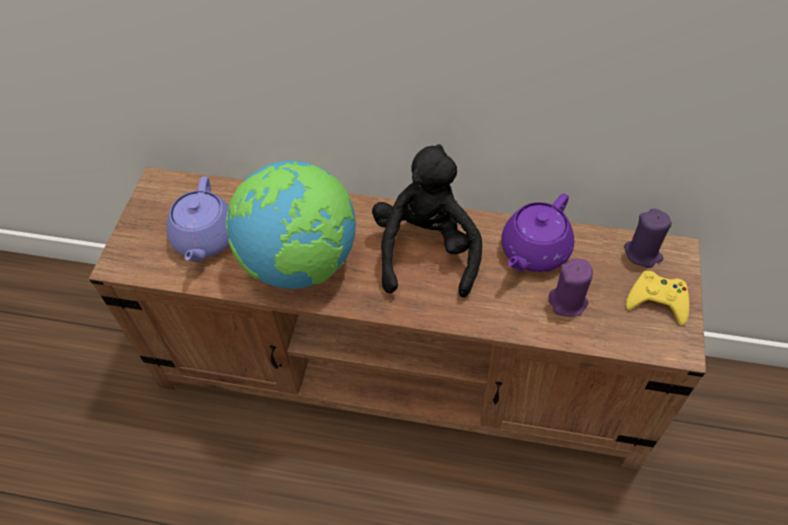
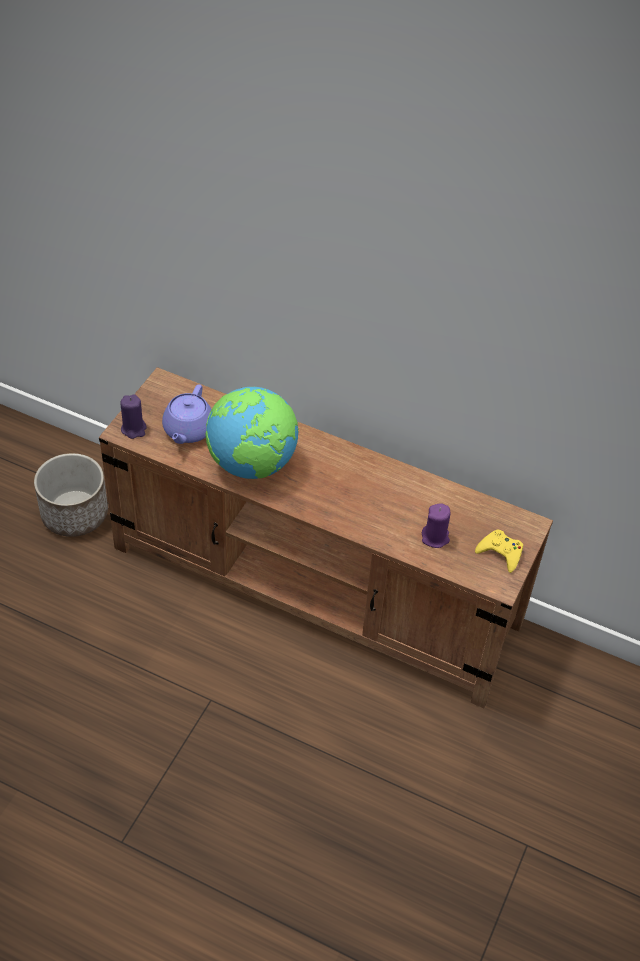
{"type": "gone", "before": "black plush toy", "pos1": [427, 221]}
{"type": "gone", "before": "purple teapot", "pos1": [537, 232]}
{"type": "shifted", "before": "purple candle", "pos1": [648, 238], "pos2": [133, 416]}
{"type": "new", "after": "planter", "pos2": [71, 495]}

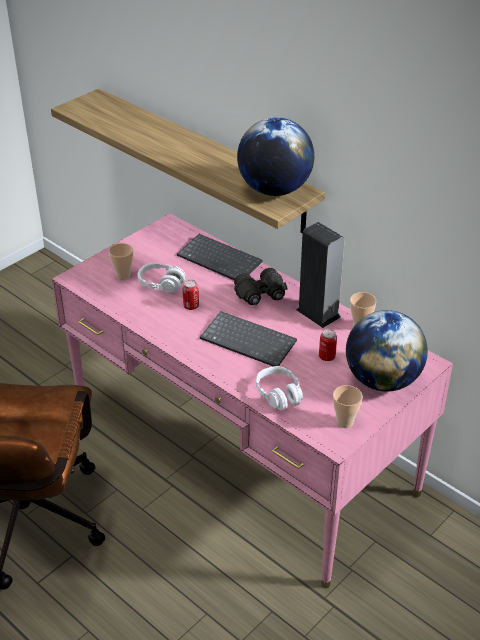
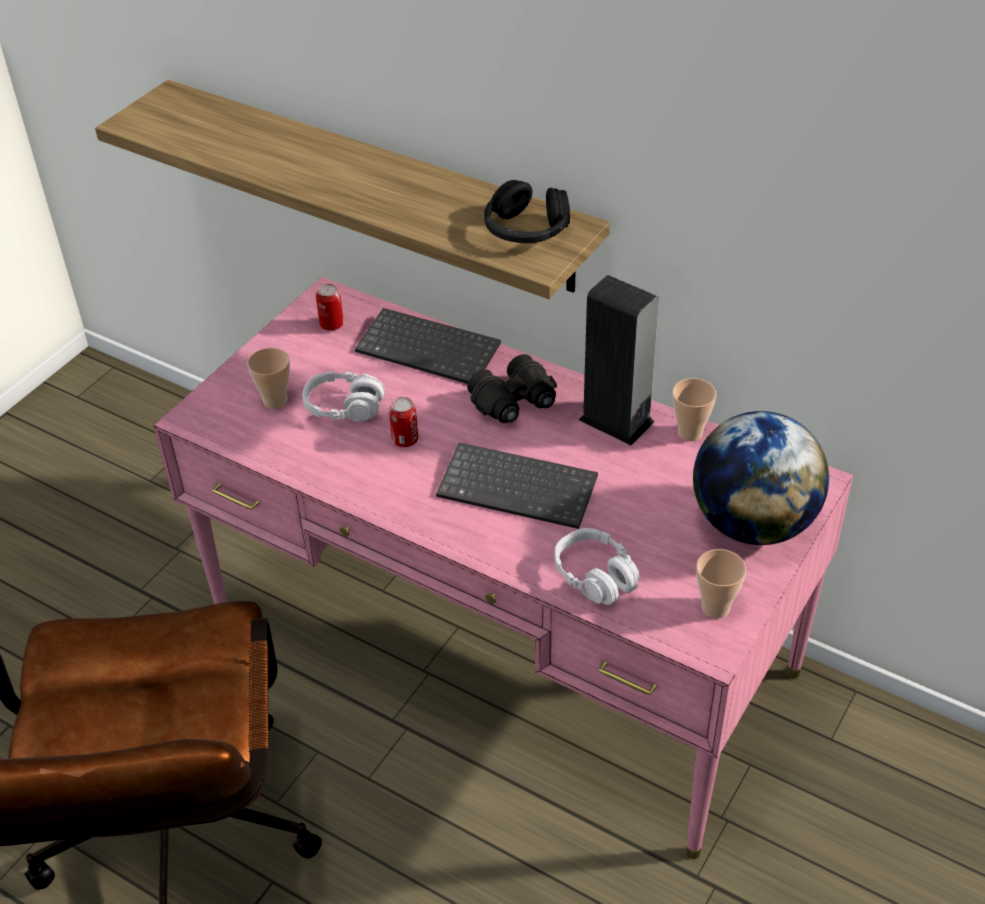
{"type": "swapped", "before": "globe", "after": "black headphones", "pos1": [275, 156], "pos2": [527, 211]}
{"type": "shifted", "before": "can", "pos1": [328, 345], "pos2": [330, 307]}

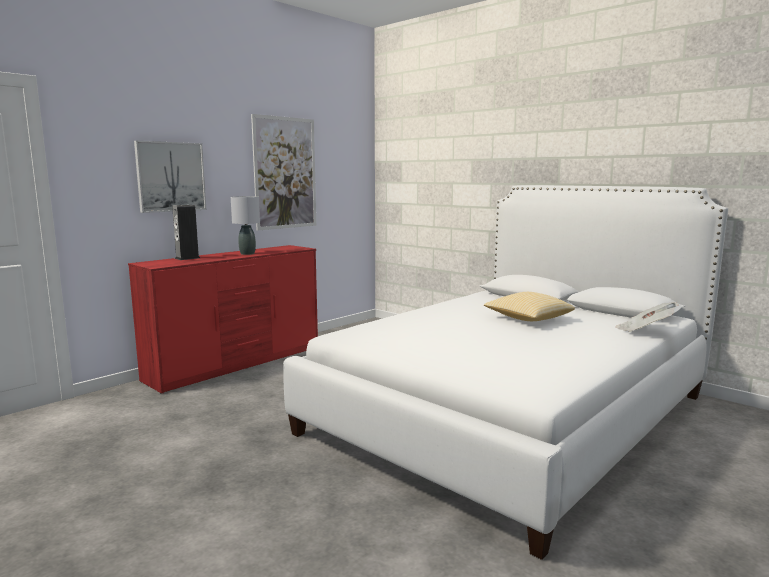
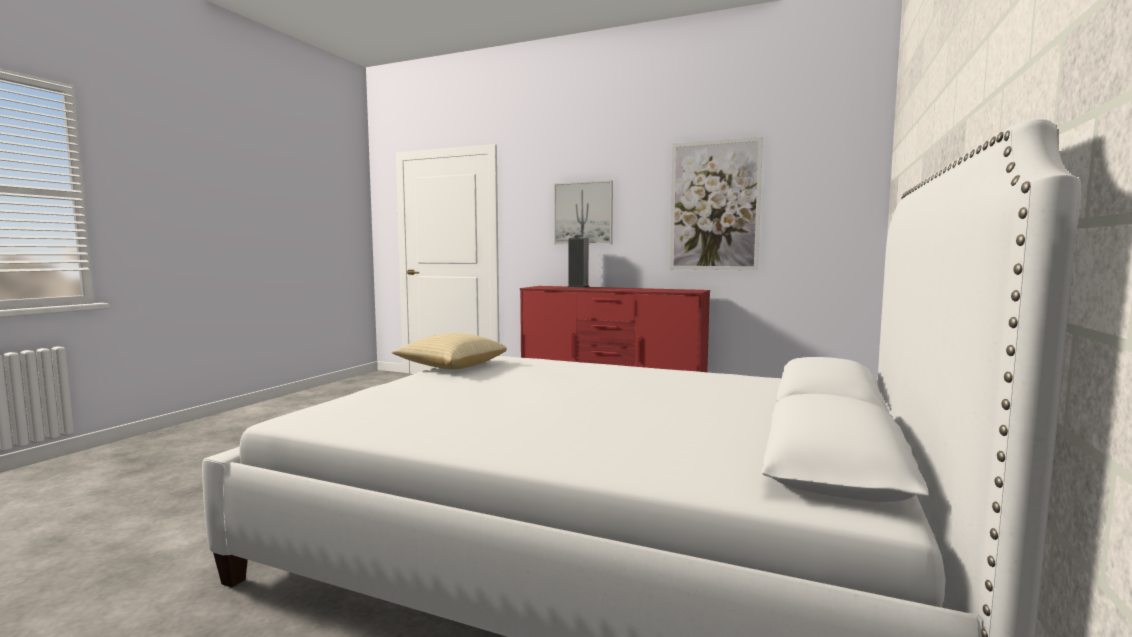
{"type": "gone", "before": "grey table lamp", "pos1": [245, 225]}
{"type": "shifted", "before": "pillow", "pos1": [529, 306], "pos2": [449, 351]}
{"type": "gone", "before": "newspaper", "pos1": [647, 317]}

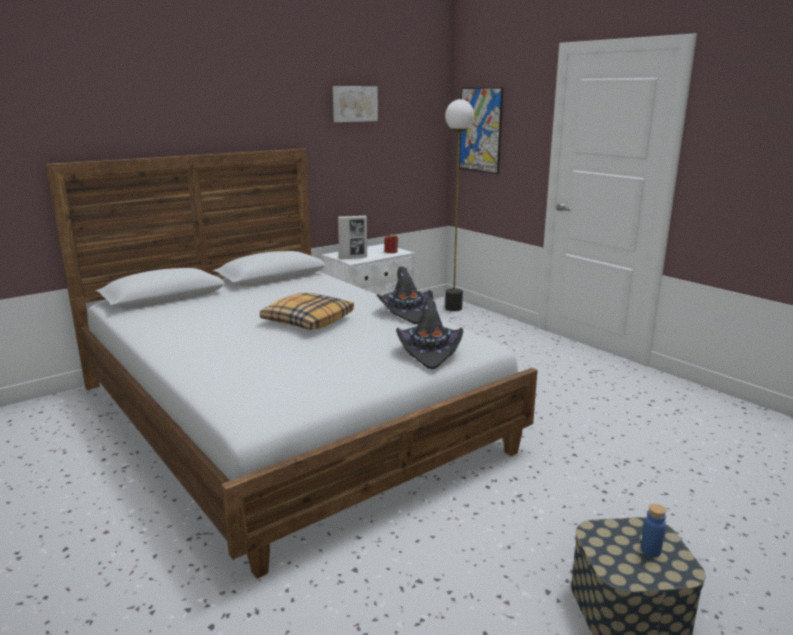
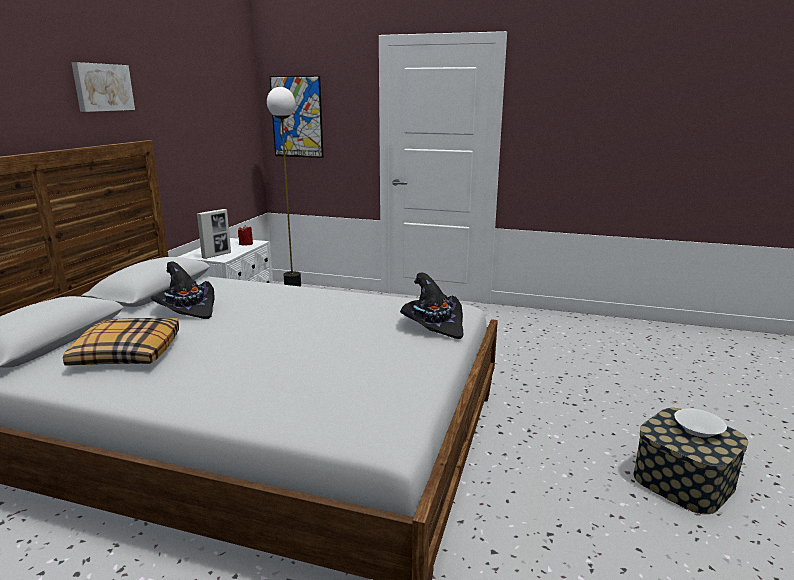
{"type": "shifted", "before": "pillow", "pos1": [307, 311], "pos2": [121, 342]}
{"type": "shifted", "before": "picture", "pos1": [355, 104], "pos2": [103, 87]}
{"type": "shifted", "before": "black hat", "pos1": [405, 295], "pos2": [183, 290]}
{"type": "swapped", "before": "blue bottle", "after": "white bowl", "pos1": [653, 530], "pos2": [700, 422]}

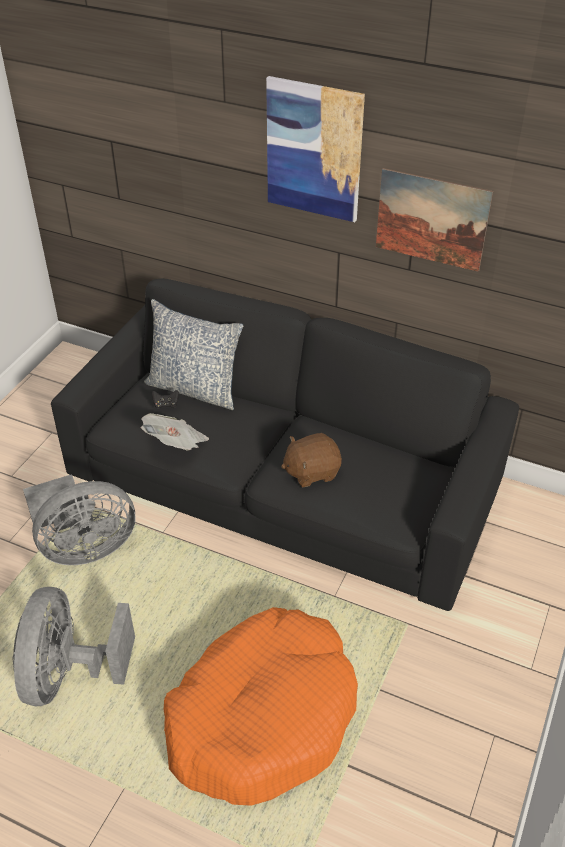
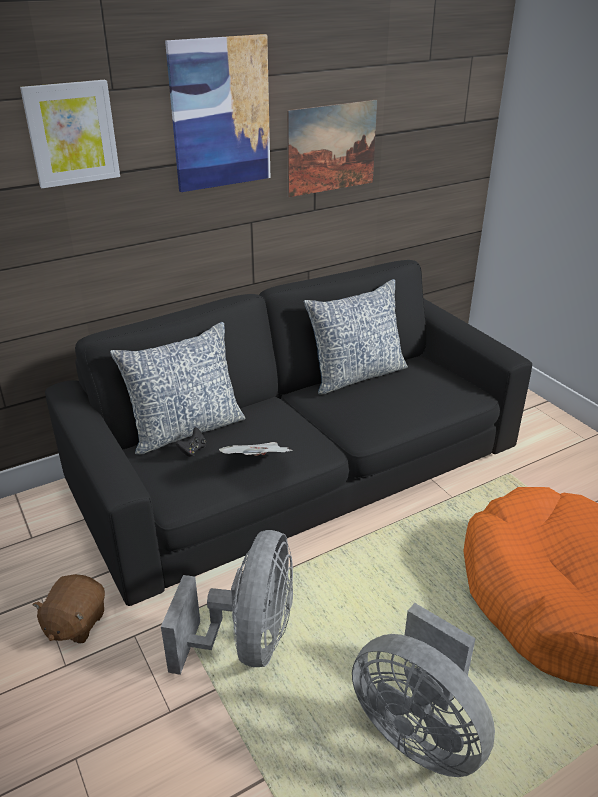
{"type": "shifted", "before": "brown plush toy", "pos1": [311, 460], "pos2": [68, 609]}
{"type": "new", "after": "picture", "pos2": [70, 134]}
{"type": "new", "after": "pillow", "pos2": [355, 336]}

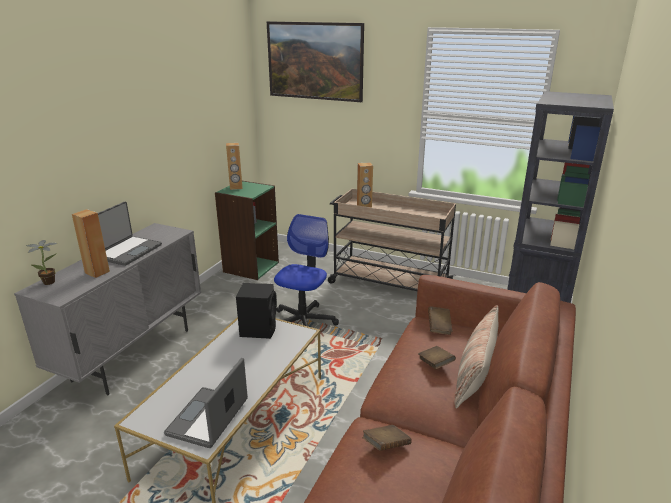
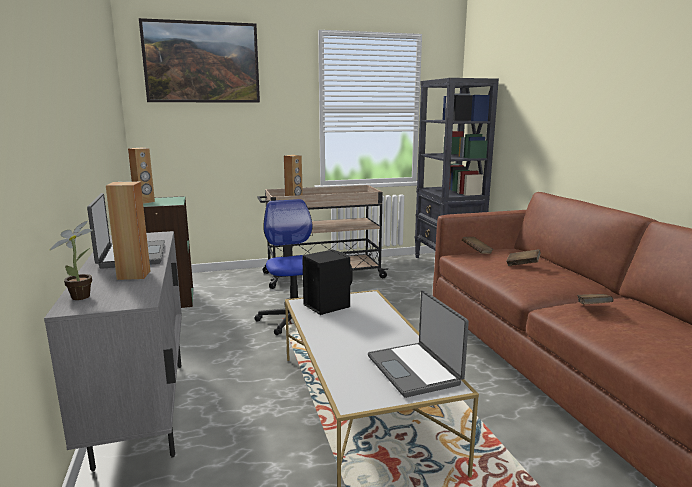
{"type": "gone", "before": "pillow", "pos1": [476, 357]}

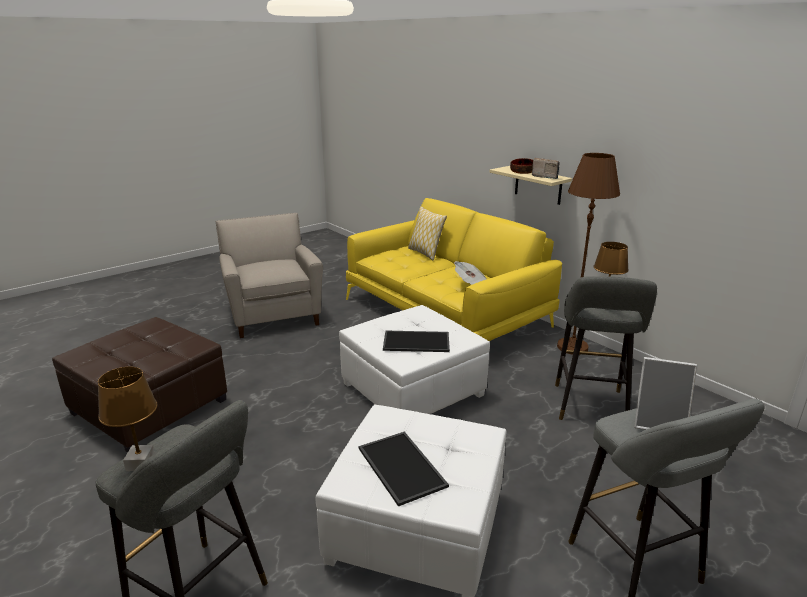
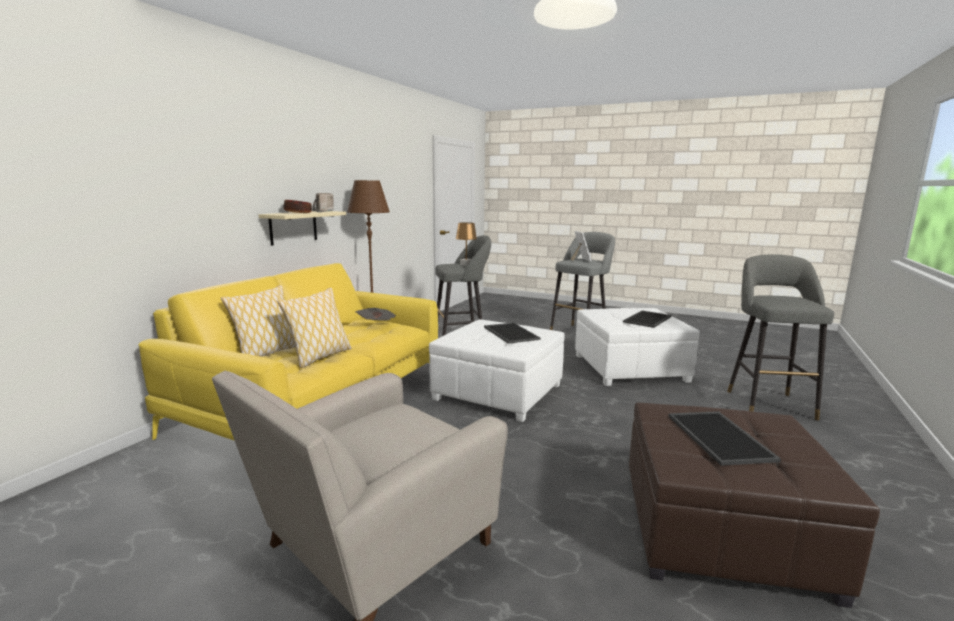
{"type": "gone", "before": "brown table lamp", "pos1": [127, 419]}
{"type": "new", "after": "pillow", "pos2": [314, 328]}
{"type": "new", "after": "tray", "pos2": [724, 438]}

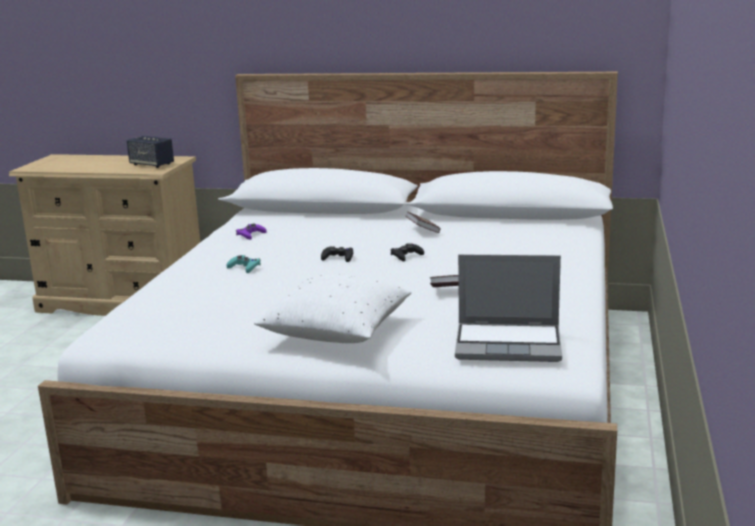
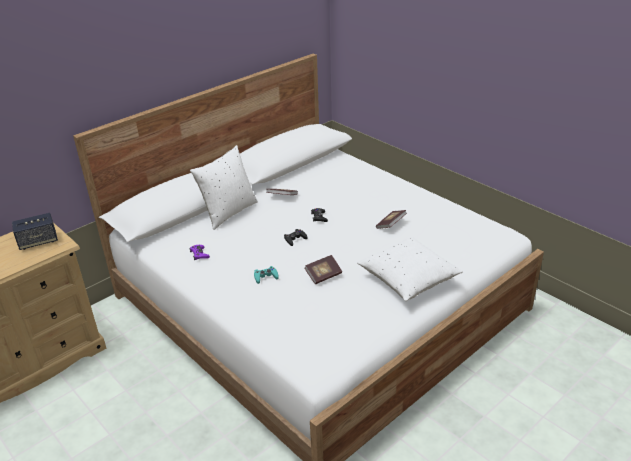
{"type": "gone", "before": "laptop", "pos1": [508, 308]}
{"type": "new", "after": "white pillow", "pos2": [224, 187]}
{"type": "new", "after": "book", "pos2": [323, 269]}

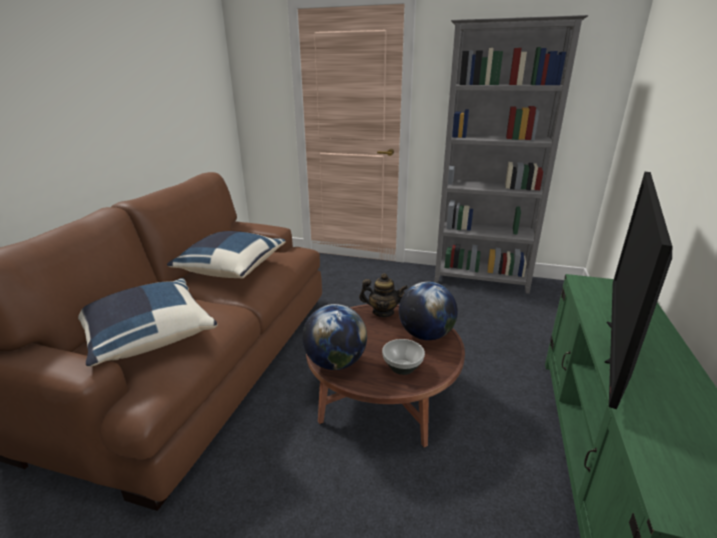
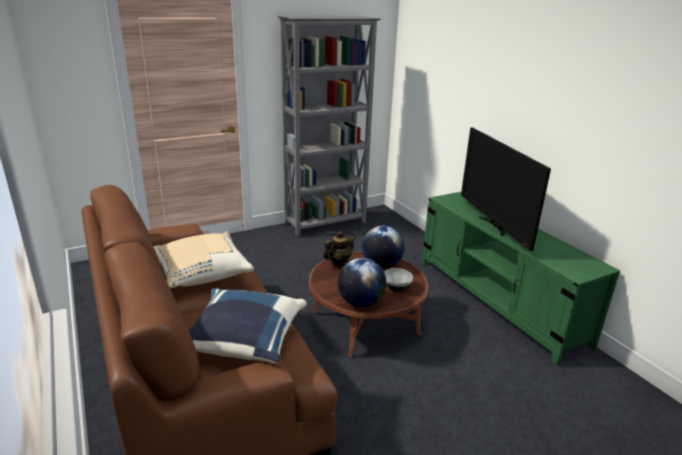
{"type": "repainted", "before": "blue pillow", "after": "beige pillow", "pos1": [226, 255], "pos2": [203, 260]}

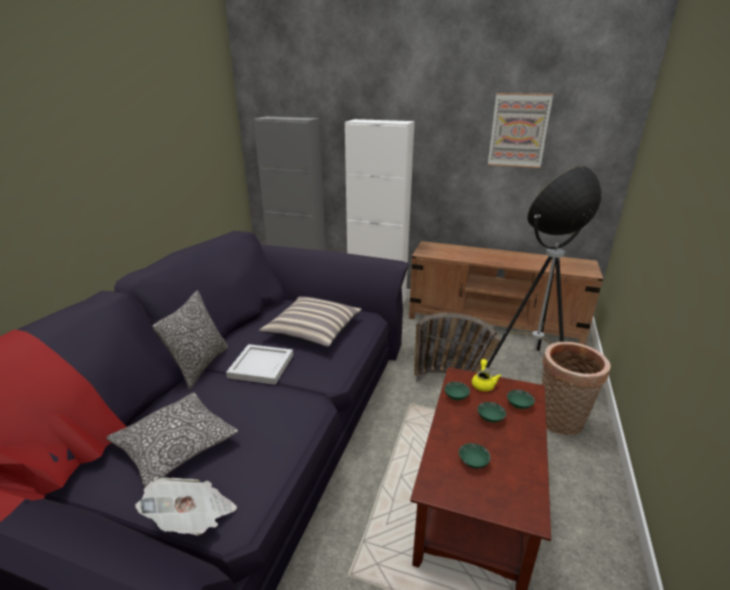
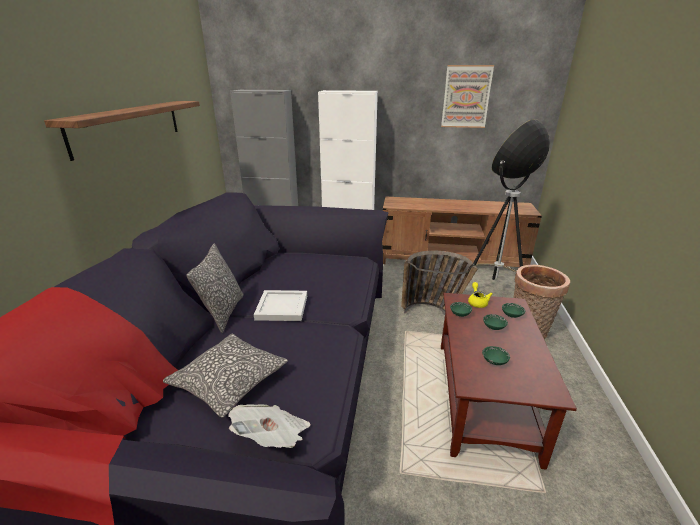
{"type": "gone", "before": "pillow", "pos1": [310, 322]}
{"type": "new", "after": "shelf", "pos2": [122, 131]}

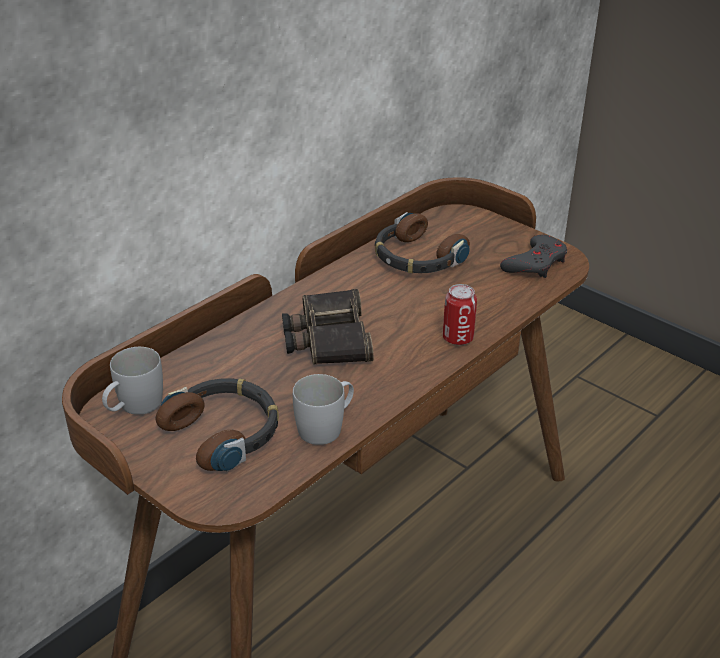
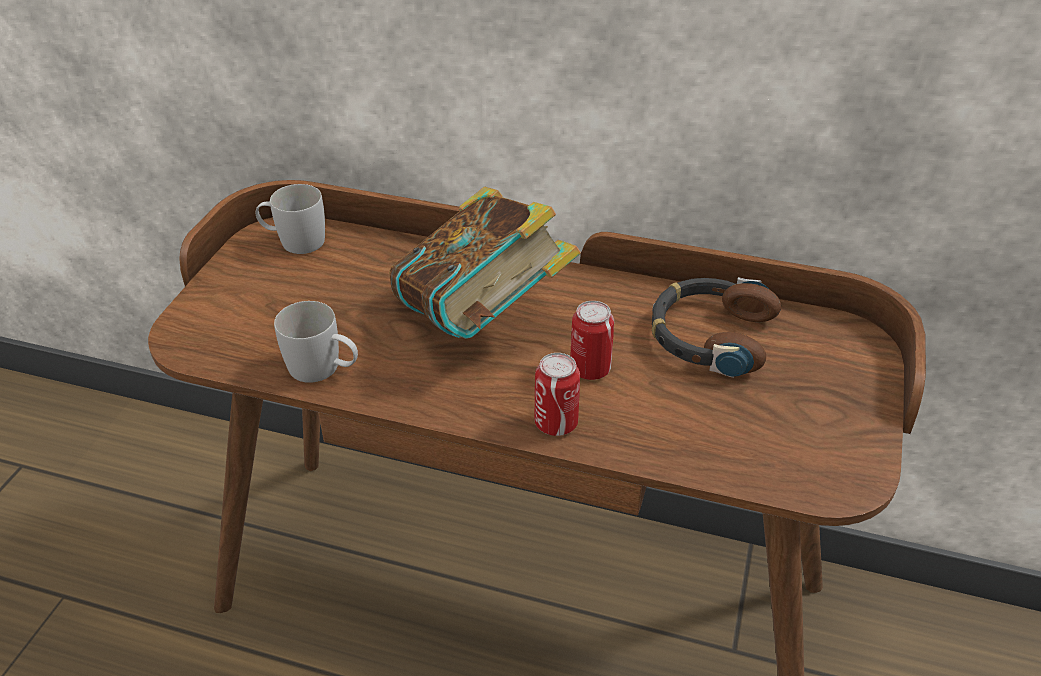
{"type": "gone", "before": "headphones", "pos1": [217, 425]}
{"type": "swapped", "before": "binoculars", "after": "book", "pos1": [327, 327], "pos2": [485, 263]}
{"type": "gone", "before": "grey game controller", "pos1": [533, 256]}
{"type": "new", "after": "can", "pos2": [592, 340]}

